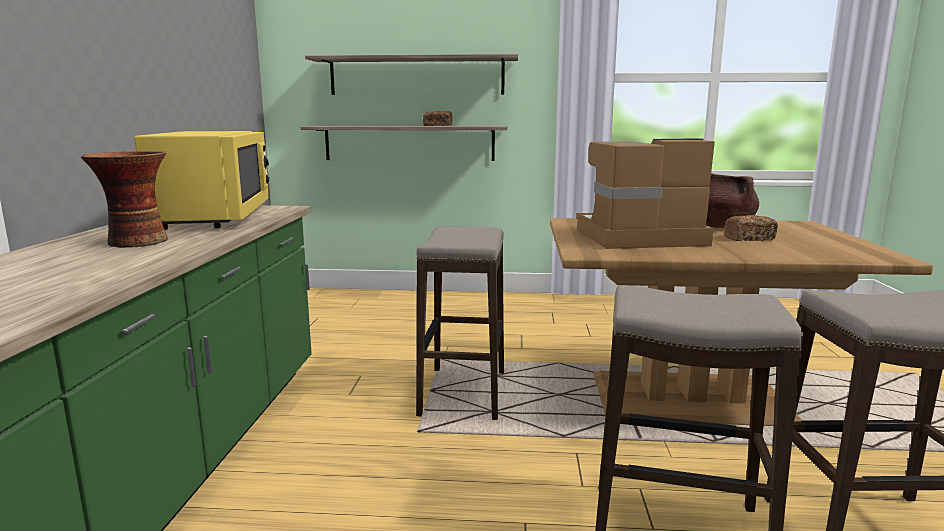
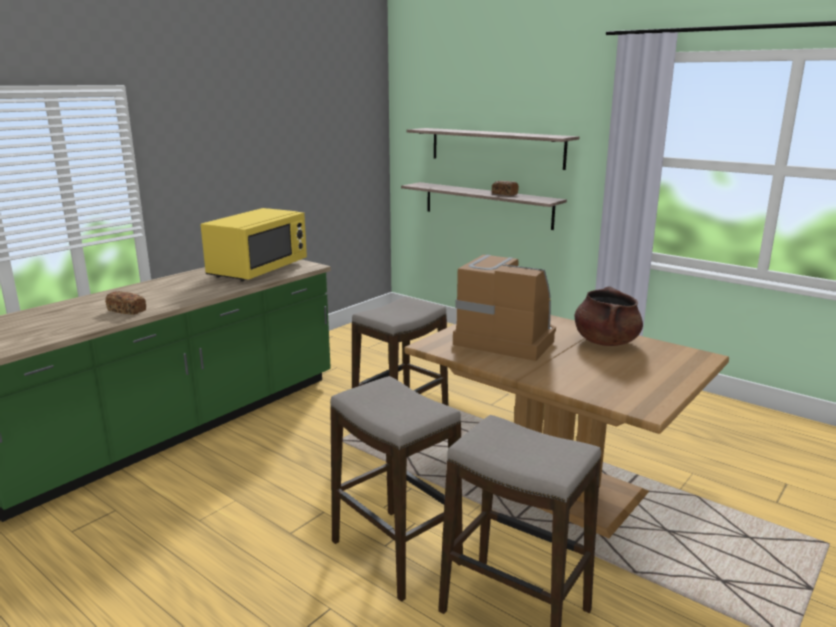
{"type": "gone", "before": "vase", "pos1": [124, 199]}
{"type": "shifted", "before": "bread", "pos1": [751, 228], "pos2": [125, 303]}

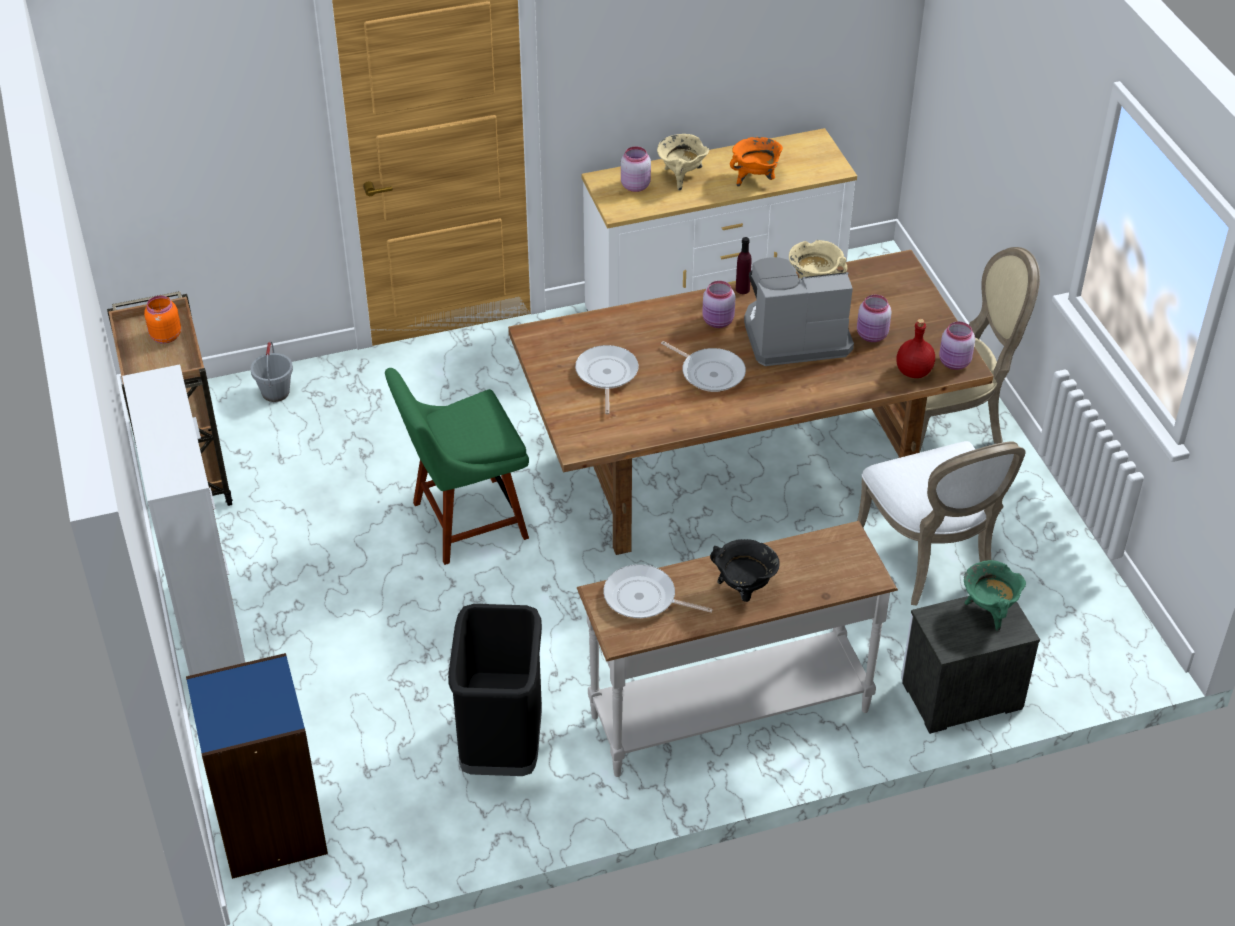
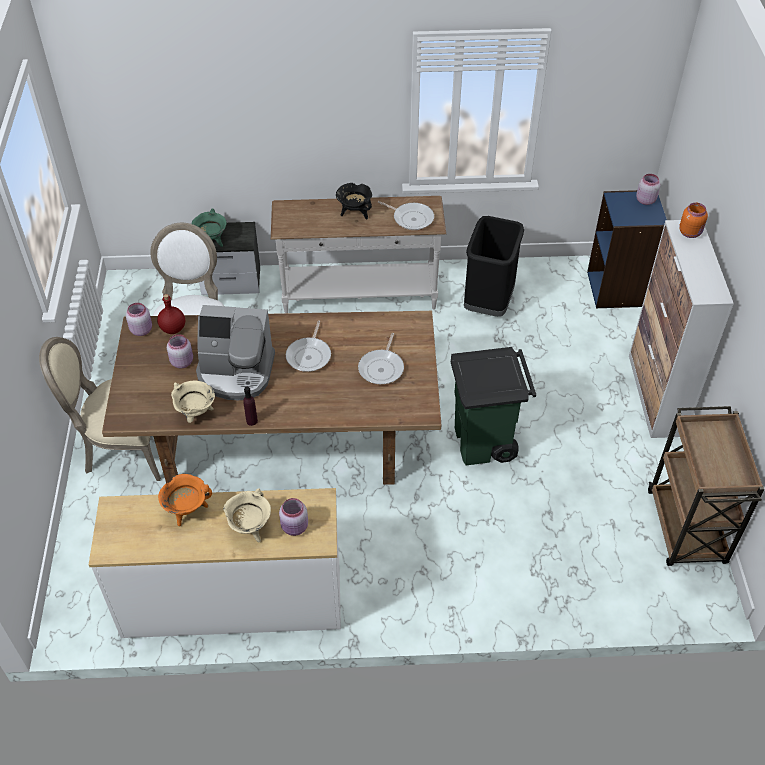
{"type": "shifted", "before": "orange jar", "pos1": [162, 320], "pos2": [693, 220]}
{"type": "gone", "before": "grey bucket", "pos1": [272, 371]}
{"type": "swapped", "before": "green chair", "after": "green trash can", "pos1": [457, 466], "pos2": [493, 406]}
{"type": "rotated", "before": "frying pan", "pos1": [703, 366], "pos2": [308, 346], "turn": -135}
{"type": "shifted", "before": "pink jar", "pos1": [719, 304], "pos2": [648, 189]}

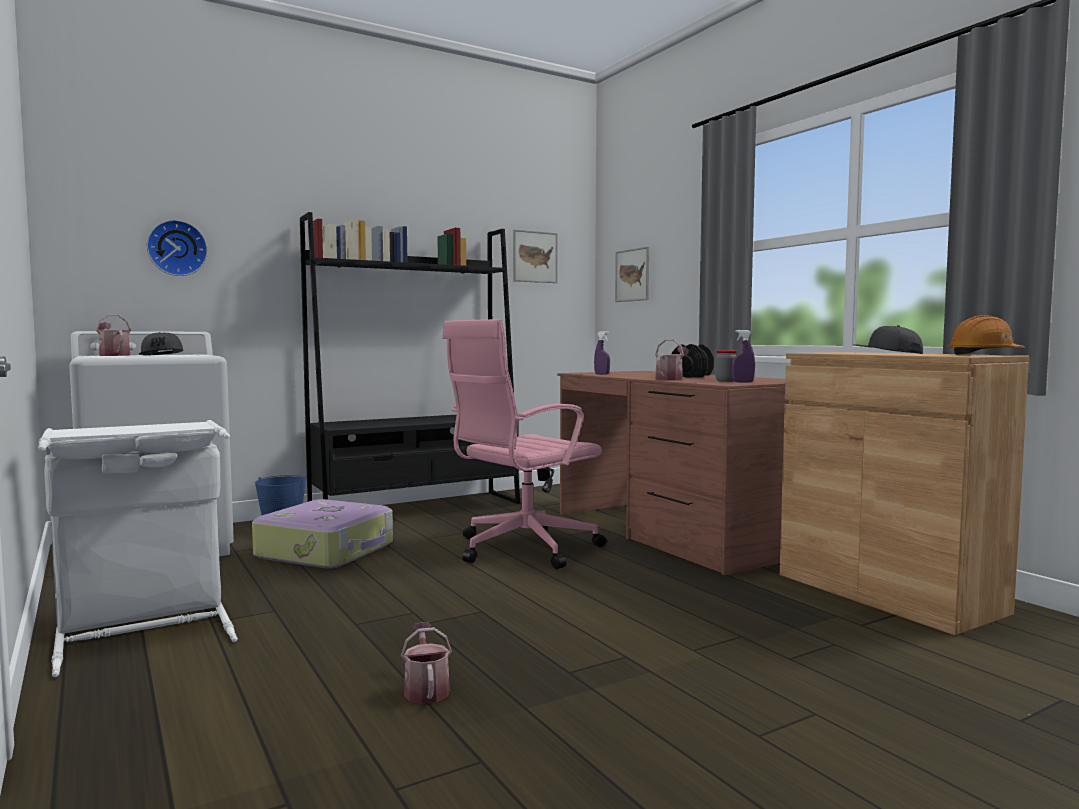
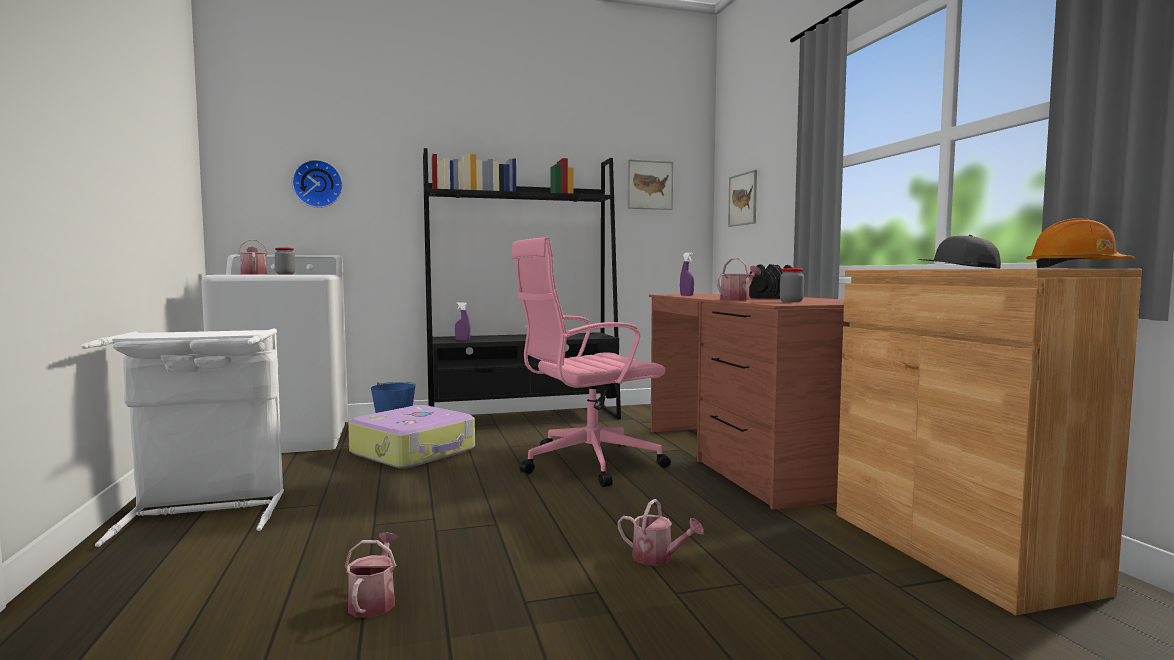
{"type": "swapped", "before": "grey cap", "after": "jar", "pos1": [161, 344], "pos2": [285, 261]}
{"type": "shifted", "before": "purple spray bottle", "pos1": [743, 356], "pos2": [463, 321]}
{"type": "new", "after": "watering can", "pos2": [660, 532]}

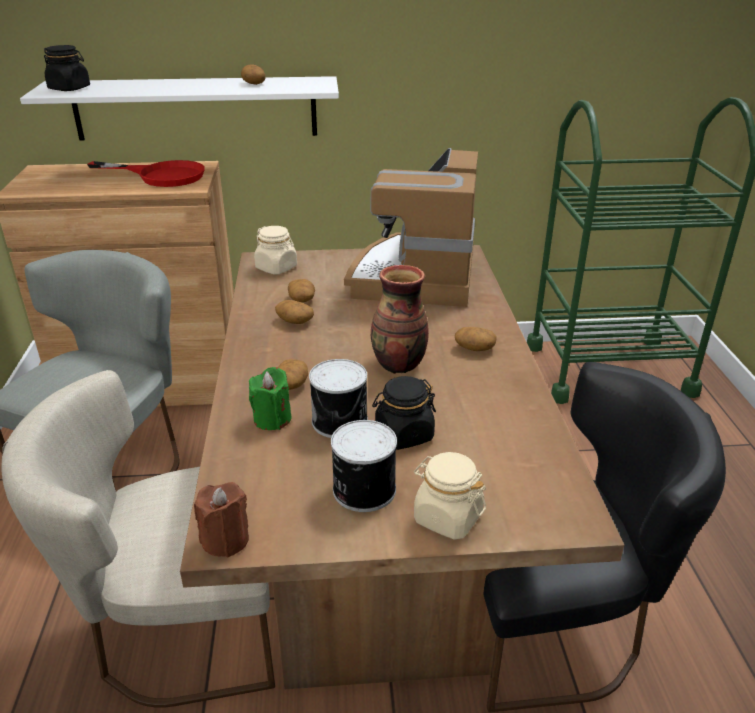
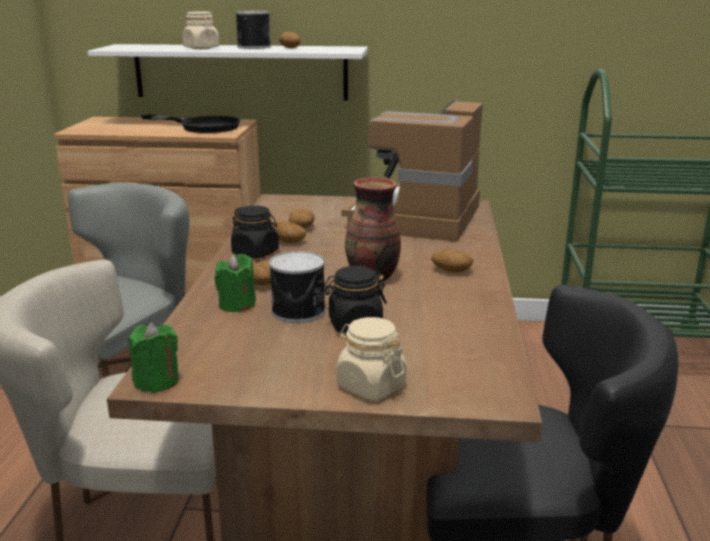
{"type": "shifted", "before": "black jar", "pos1": [67, 68], "pos2": [255, 232]}
{"type": "repainted", "before": "red frying pan", "after": "black frying pan", "pos1": [146, 173], "pos2": [190, 123]}
{"type": "repainted", "before": "brown candle", "after": "green candle", "pos1": [221, 520], "pos2": [153, 358]}
{"type": "shifted", "before": "beige jar", "pos1": [275, 250], "pos2": [201, 30]}
{"type": "shifted", "before": "can", "pos1": [364, 466], "pos2": [253, 30]}

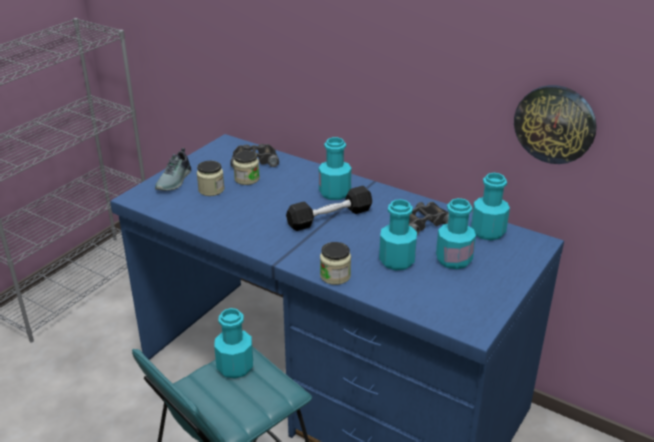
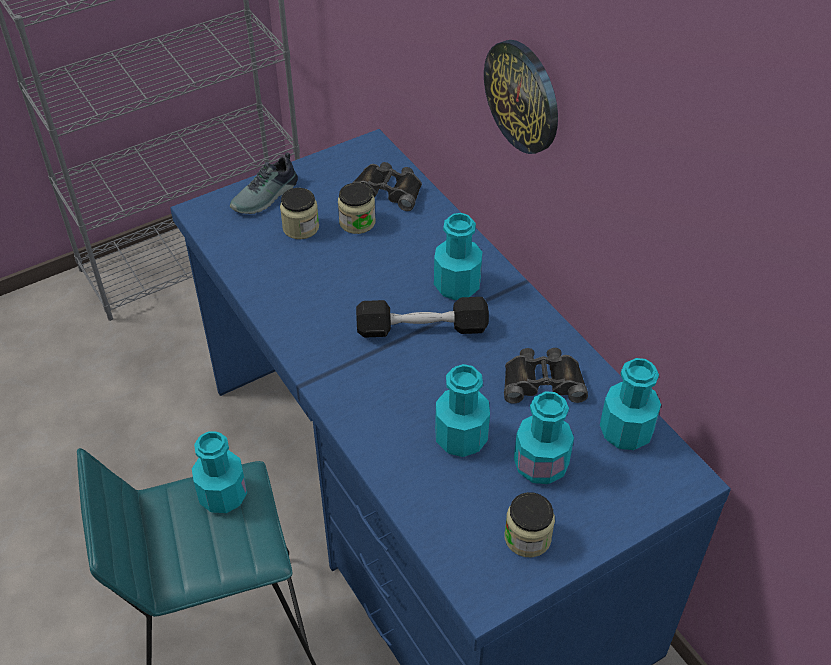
{"type": "shifted", "before": "jar", "pos1": [335, 263], "pos2": [530, 524]}
{"type": "shifted", "before": "wall clock", "pos1": [555, 124], "pos2": [521, 97]}

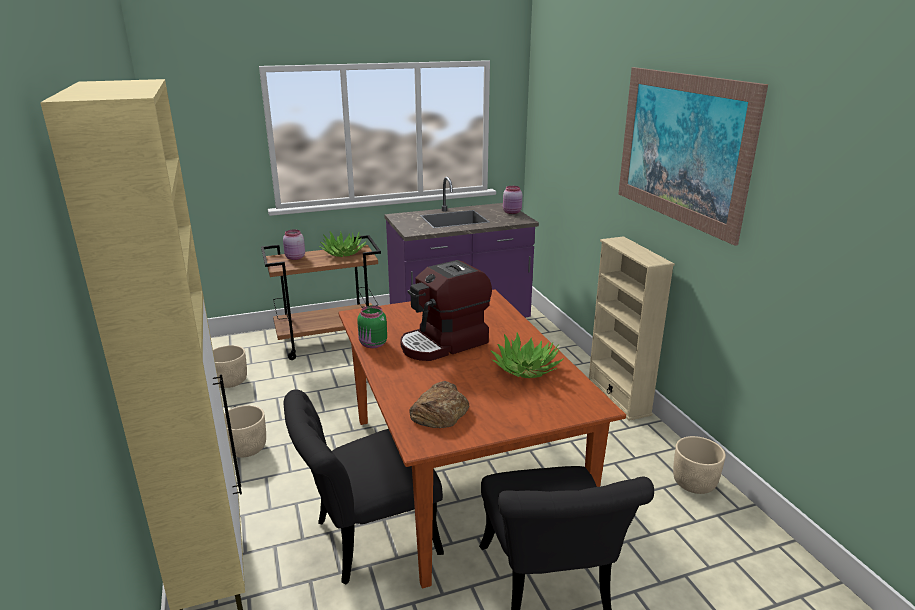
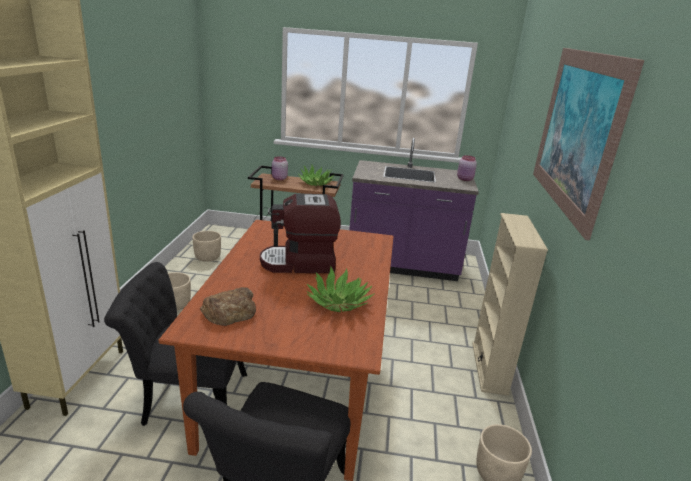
{"type": "gone", "before": "green jar", "pos1": [372, 326]}

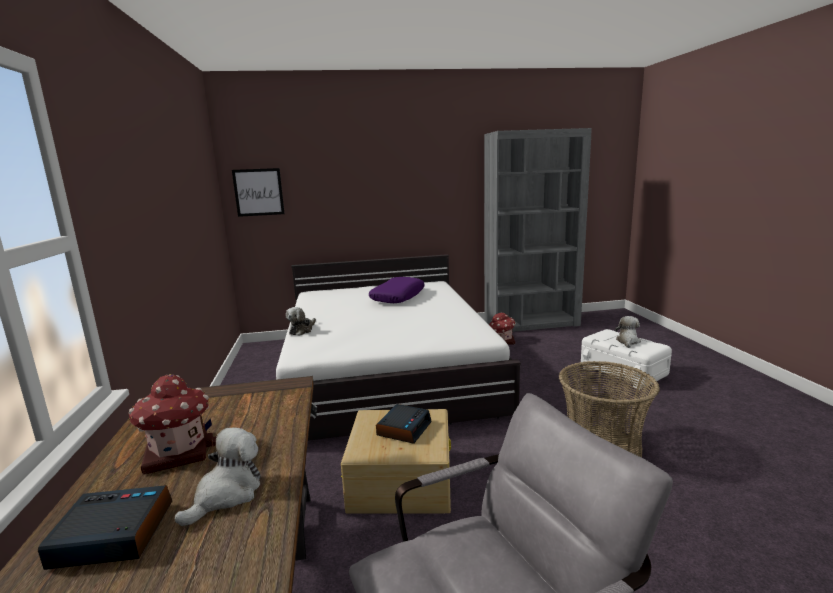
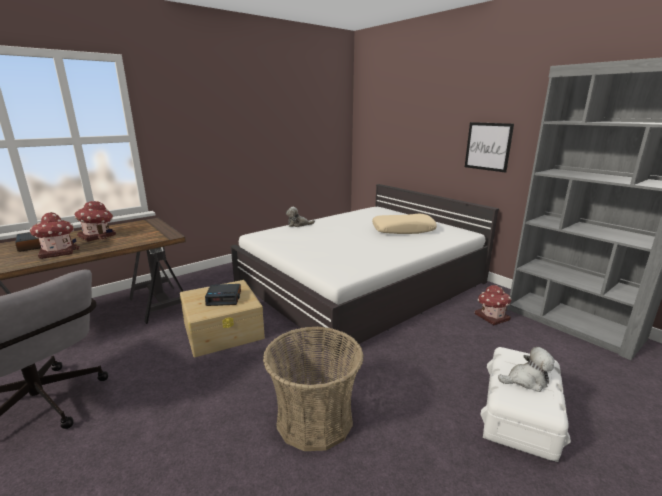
{"type": "swapped", "before": "plush toy", "after": "toy house", "pos1": [218, 477], "pos2": [55, 235]}
{"type": "shifted", "before": "picture", "pos1": [258, 192], "pos2": [489, 147]}
{"type": "repainted", "before": "purple pillow", "after": "beige pillow", "pos1": [397, 290], "pos2": [404, 223]}

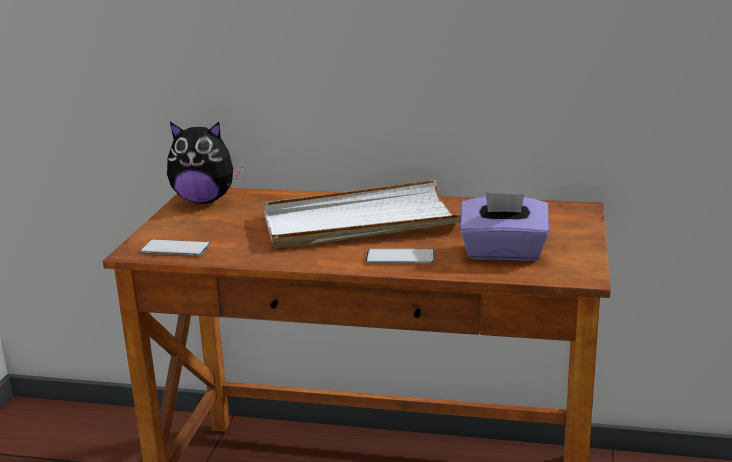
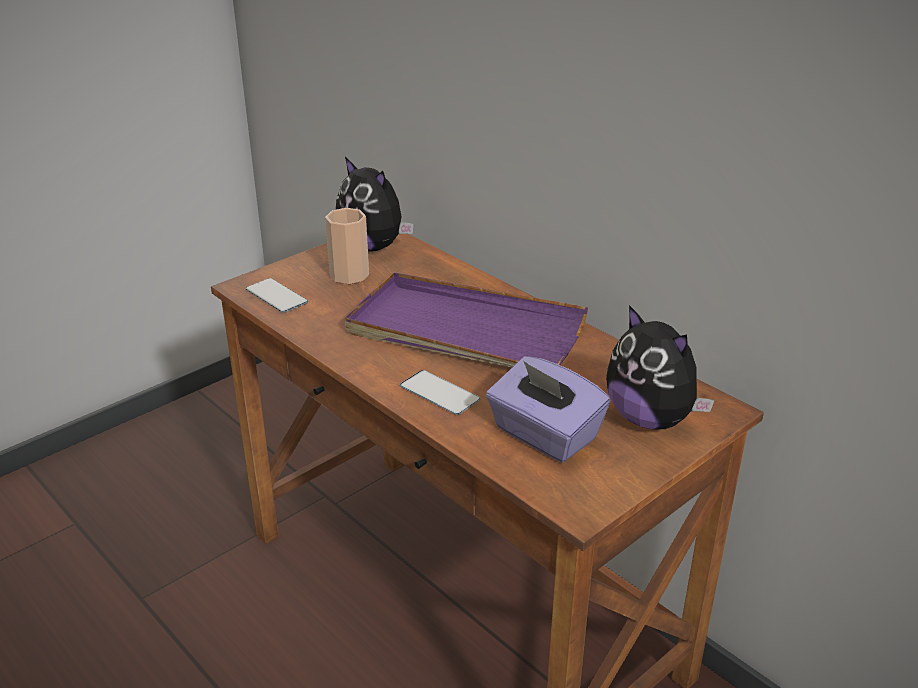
{"type": "repainted", "before": "white tray", "after": "purple tray", "pos1": [362, 215], "pos2": [466, 320]}
{"type": "new", "after": "cup", "pos2": [347, 246]}
{"type": "new", "after": "plush toy", "pos2": [660, 367]}

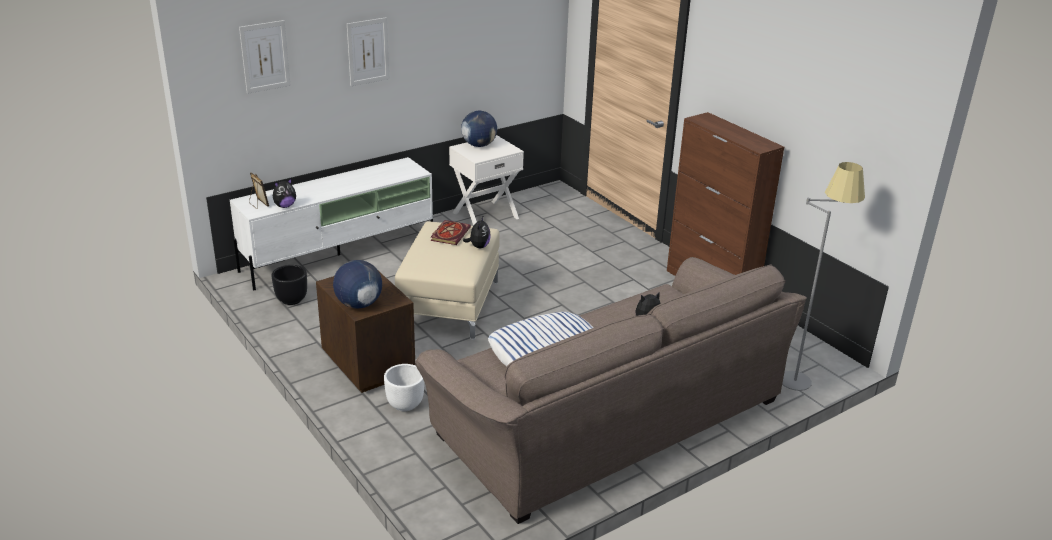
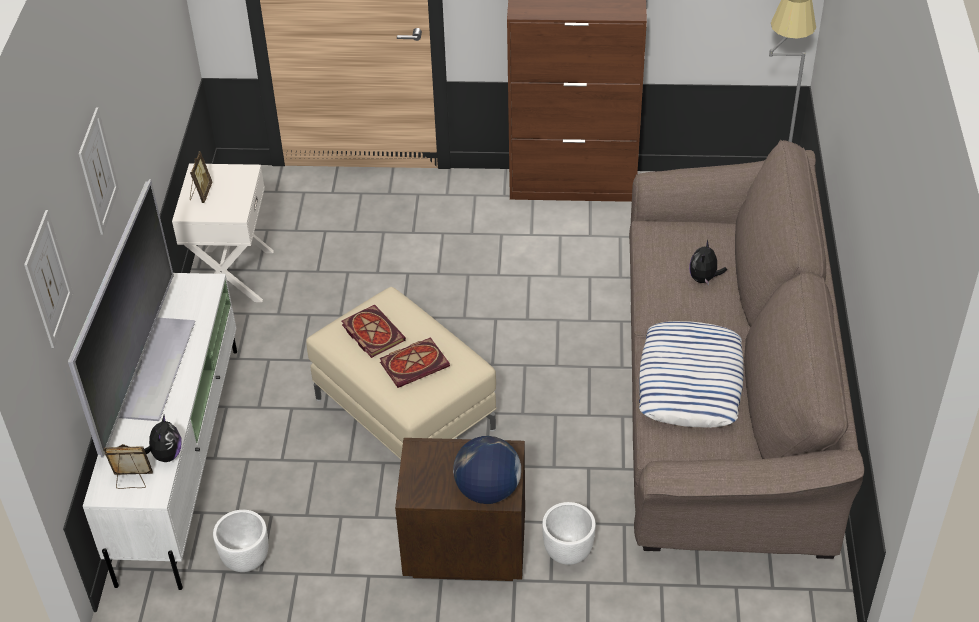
{"type": "repainted", "before": "black planter", "after": "white planter", "pos1": [289, 285], "pos2": [240, 541]}
{"type": "swapped", "before": "globe", "after": "picture frame", "pos1": [479, 129], "pos2": [201, 177]}
{"type": "gone", "before": "plush toy", "pos1": [477, 232]}
{"type": "new", "after": "television", "pos2": [131, 318]}
{"type": "new", "after": "book", "pos2": [414, 362]}

